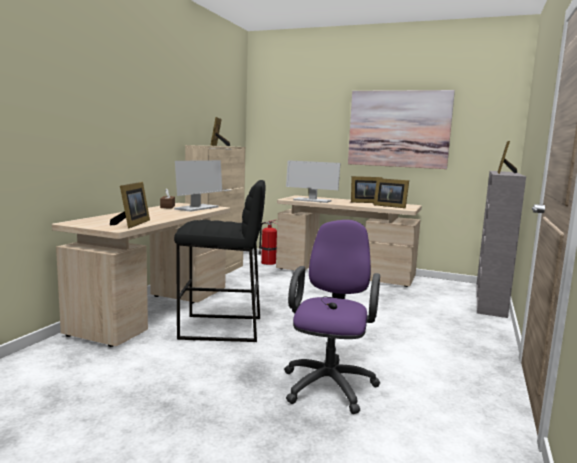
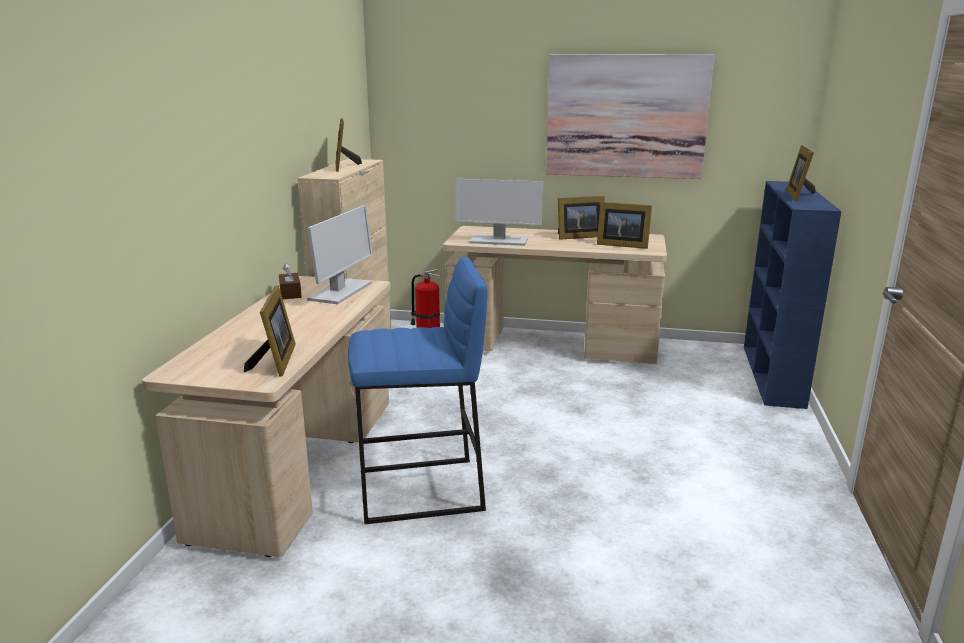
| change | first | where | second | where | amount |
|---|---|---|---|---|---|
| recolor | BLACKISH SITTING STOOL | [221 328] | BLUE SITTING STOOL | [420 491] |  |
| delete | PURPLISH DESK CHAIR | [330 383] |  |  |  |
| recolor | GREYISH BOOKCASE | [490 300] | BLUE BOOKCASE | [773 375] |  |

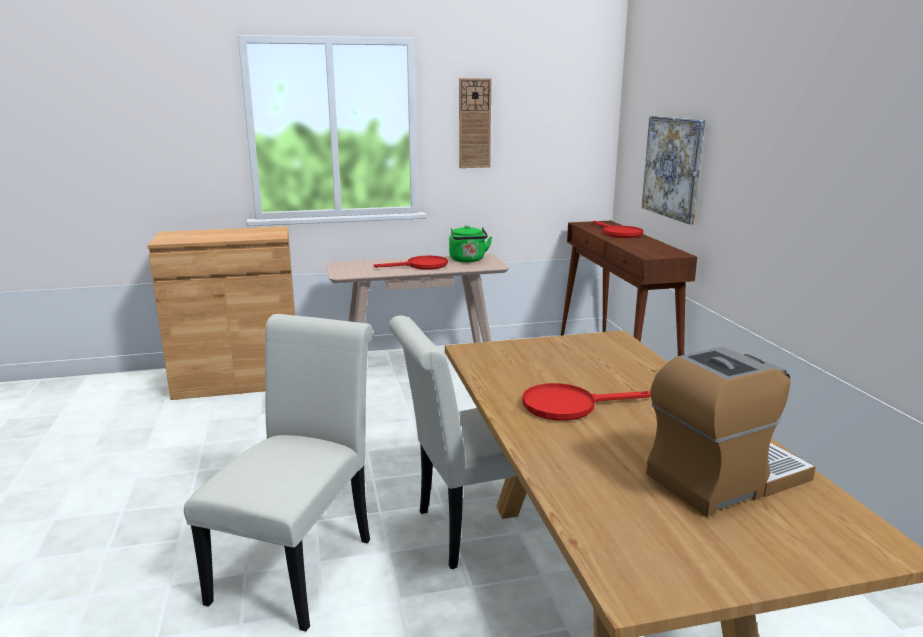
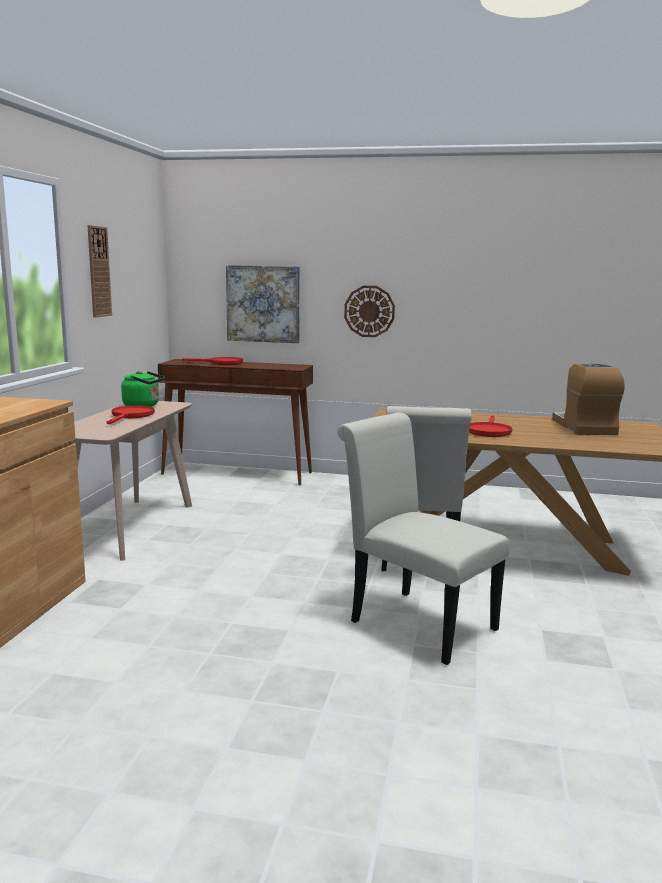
| change | first | where | second | where | amount |
|---|---|---|---|---|---|
| insert |  |  | WALL CLOCK | [369 311] |  |

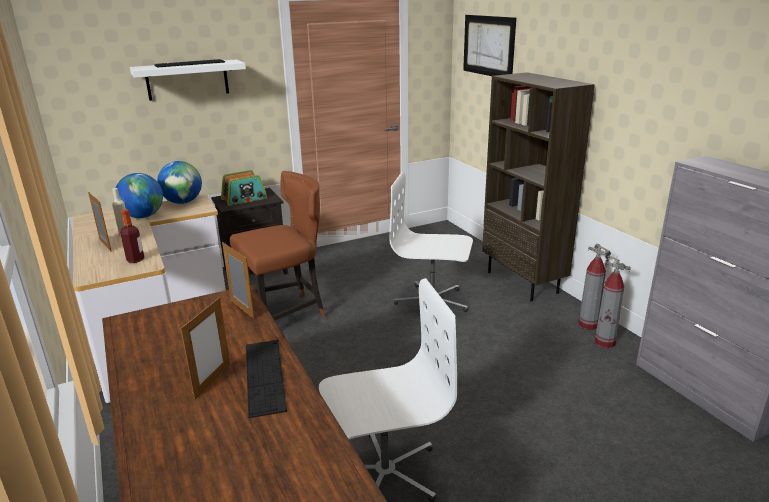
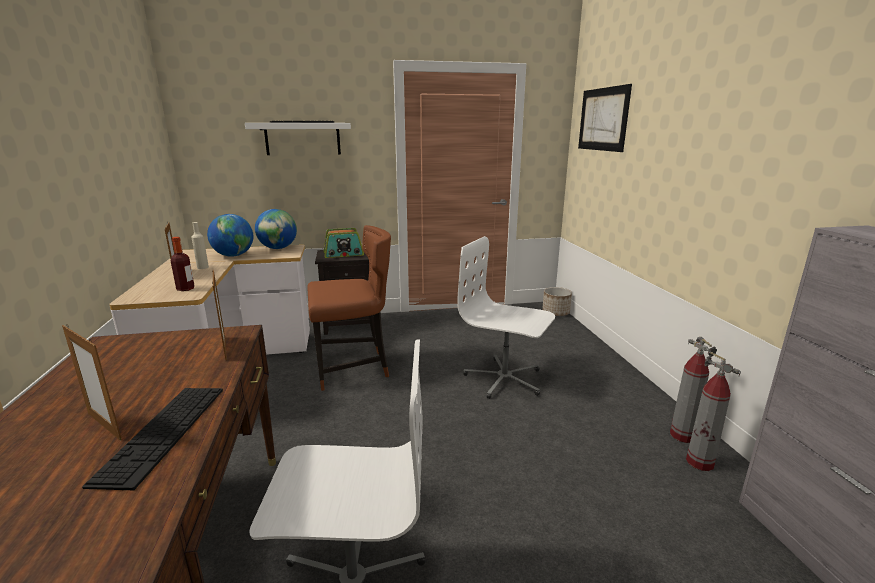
| change | first | where | second | where | amount |
|---|---|---|---|---|---|
| rotate | PICTURE FRAME | [212 381] |  | [104 426] | 90 degrees clockwise |
| delete | BROWN-COLOURED BOOKCASE | [523 282] |  |  |  |
| insert |  |  | PLANTER | [556 312] |  |

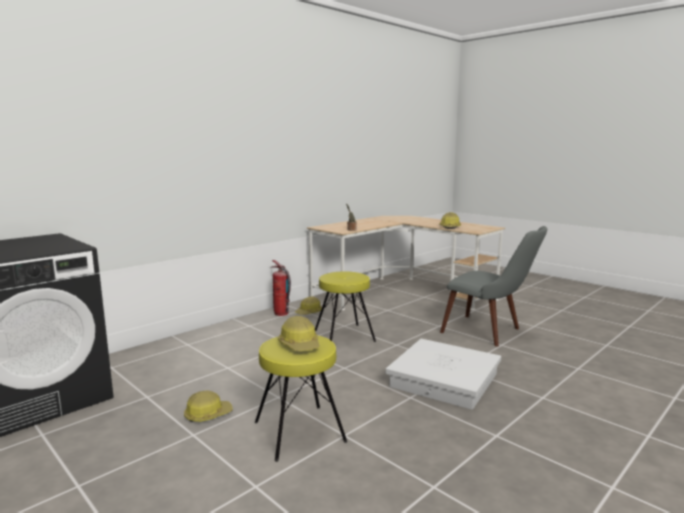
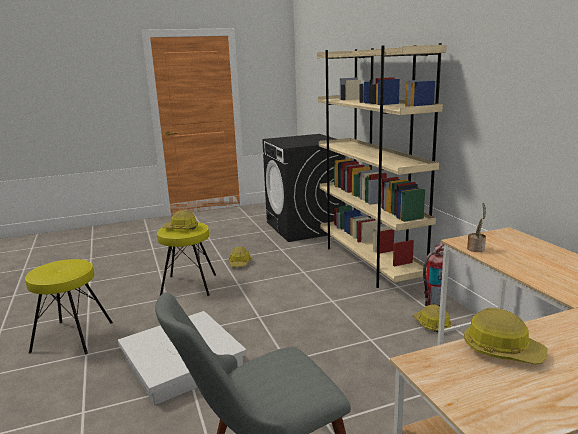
| change | first | where | second | where | amount |
|---|---|---|---|---|---|
| move | YELLOW-COLOURED SITTING STOOL | [344 336] |  | [72 336] |  |
| insert |  |  | BEIGE BOOKCASE | [369 263] |  |

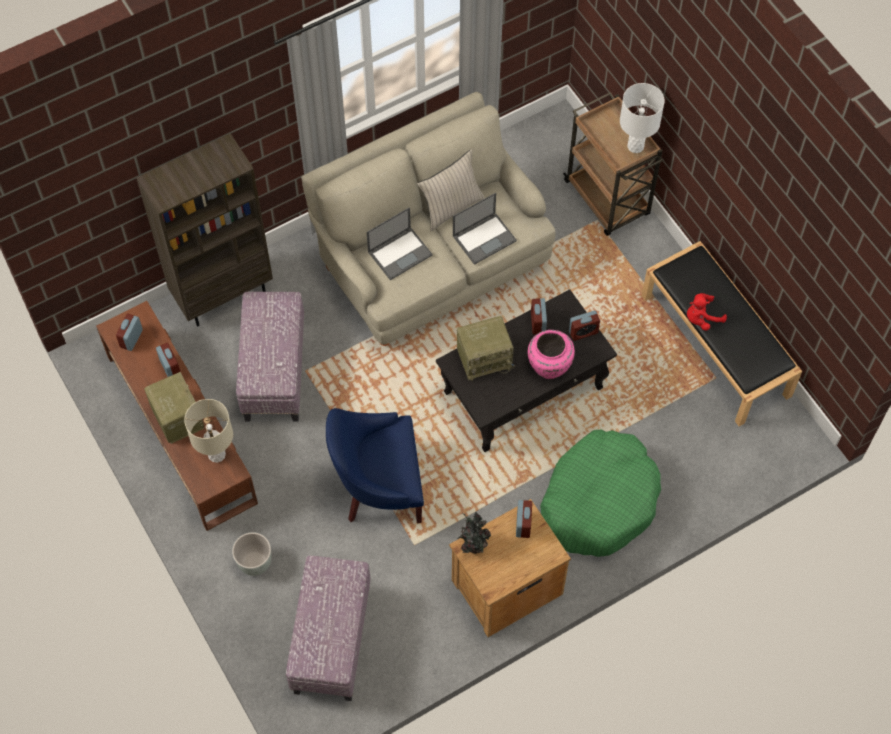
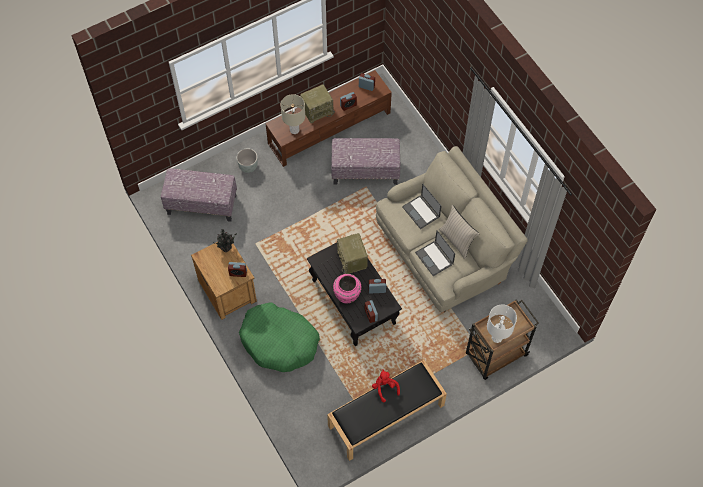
| change | first | where | second | where | amount |
|---|---|---|---|---|---|
| delete | BROWN-COLOURED BOOKCASE | [223 294] |  |  |  |
| delete | BLUE LOUNGE CHAIR | [379 486] |  |  |  |

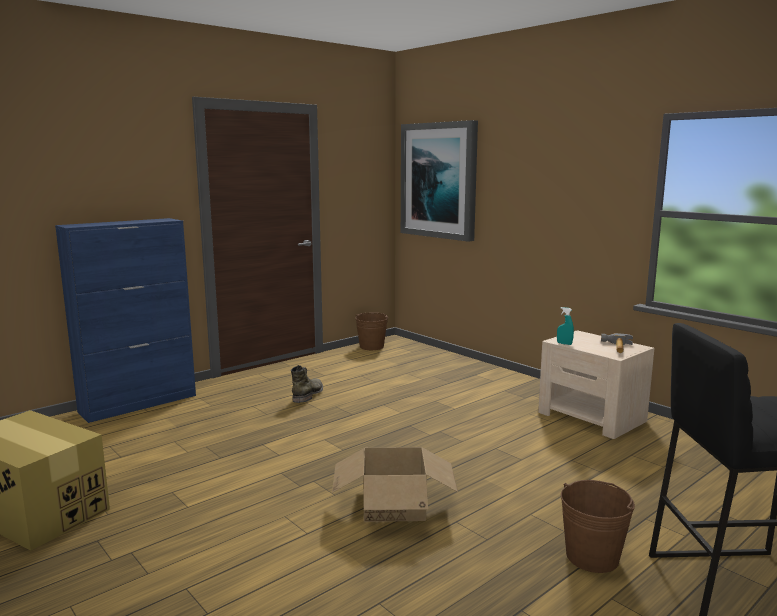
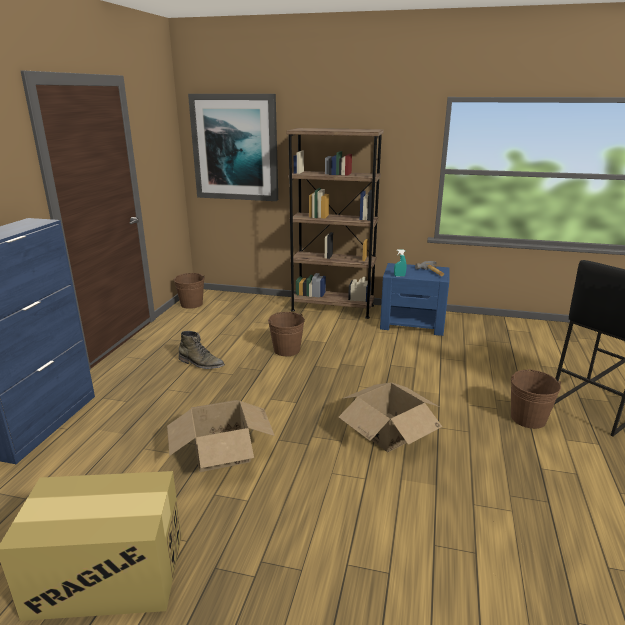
| change | first | where | second | where | amount |
|---|---|---|---|---|---|
| rotate | GREEN BOOT | [308 395] |  | [201 363] | 135 degrees clockwise |
| recolor | BEIGE NIGHT TABLE | [592 417] | BLUE NIGHT TABLE | [413 323] |  |
| insert |  |  | CARDBOARD BOX | [221 451] |  |
| insert |  |  | BROWN-COLOURED PAIL | [287 350] |  |
| insert |  |  | BROWN-COLOURED BOOKCASE | [332 308] |  |

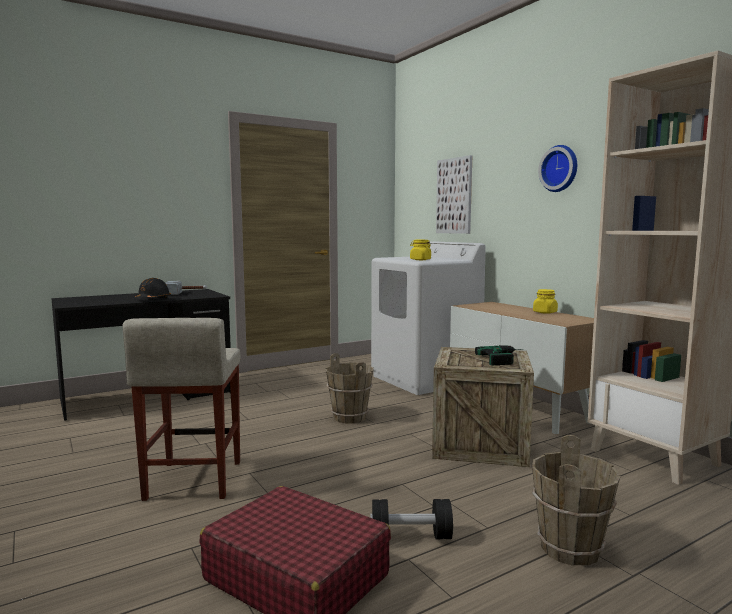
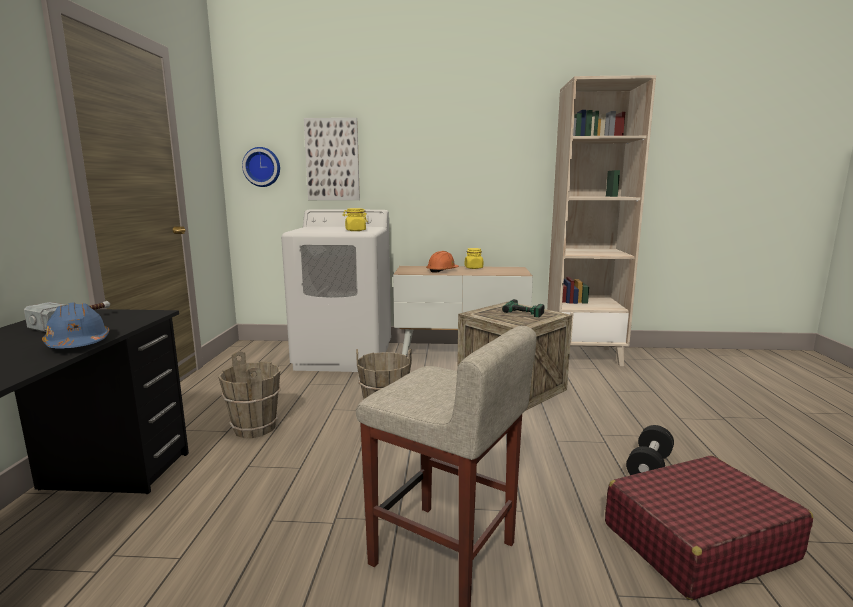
| change | first | where | second | where | amount |
|---|---|---|---|---|---|
| recolor | BLACKISH HARD HAT | [153 299] | BLUE HARD HAT | [78 344] |  |
| move | BROWN-COLOURED PAIL | [571 549] |  | [255 428] |  |
| move | WALL CLOCK | [560 168] |  | [262 167] |  |
| insert |  |  | ORANGE HARD HAT | [442 270] |  |

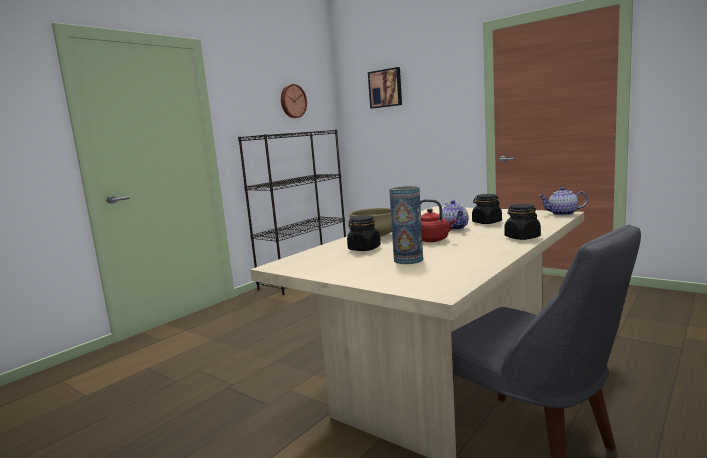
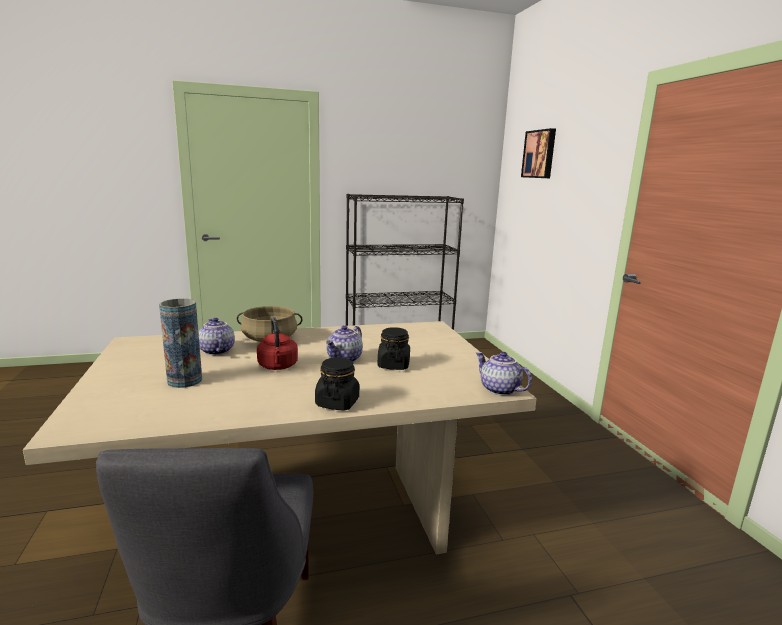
| change | first | where | second | where | amount |
|---|---|---|---|---|---|
| delete | WALL CLOCK | [292 101] |  |  |  |
| replace | BLACKISH STORAGE JAR | [364 249] | TEA POT | [216 351] |  |

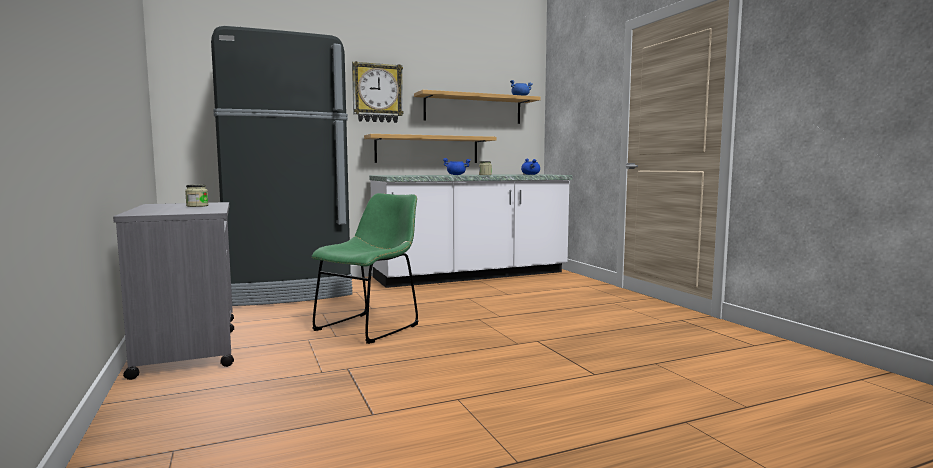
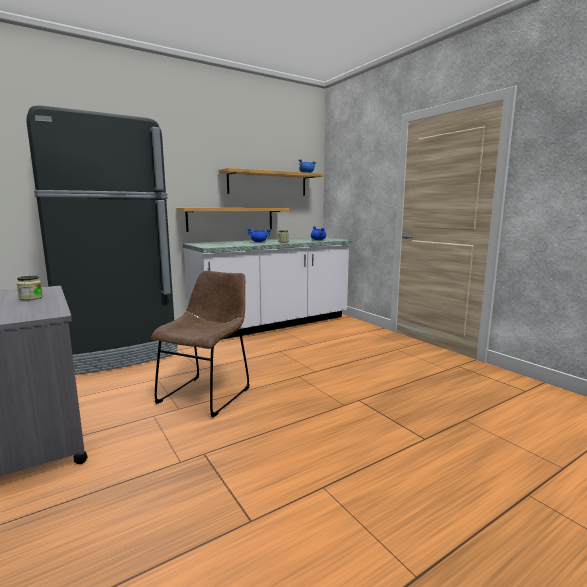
| change | first | where | second | where | amount |
|---|---|---|---|---|---|
| recolor | GREEN PLAIN CHAIR | [370 326] | BROWN-COLOURED PLAIN CHAIR | [207 393] |  |
| delete | WALL CLOCK | [377 93] |  |  |  |

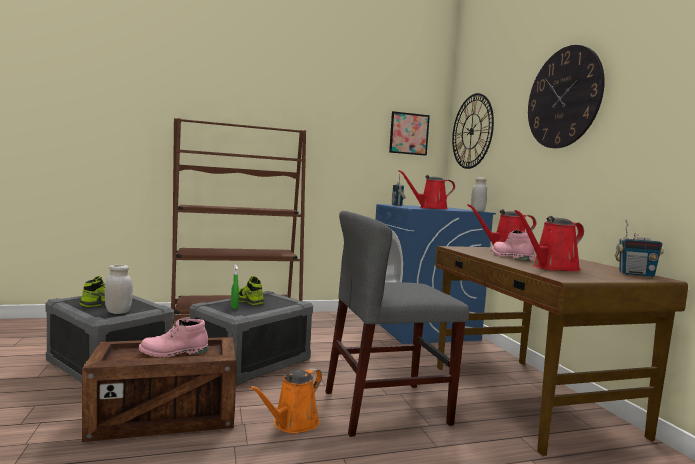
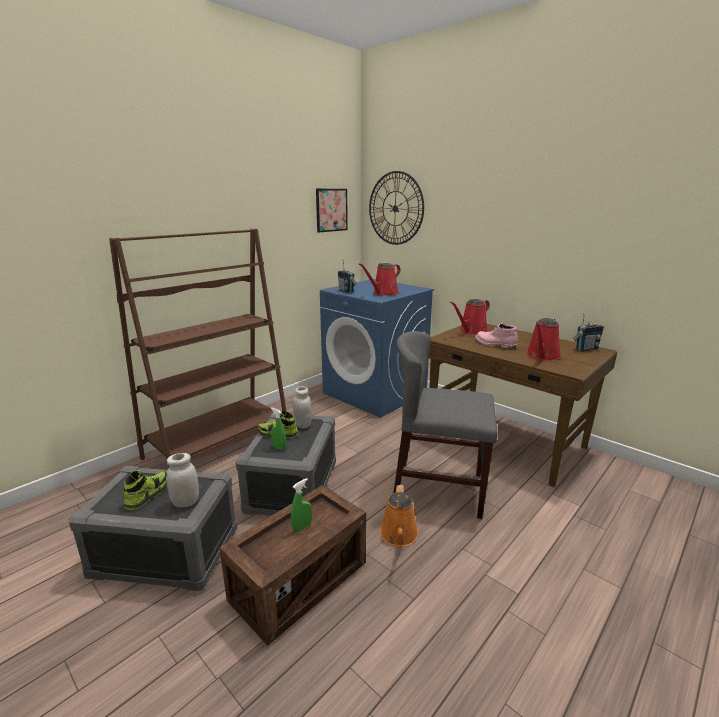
| change | first | where | second | where | amount |
|---|---|---|---|---|---|
| replace | PINK BOOT | [173 353] | GREEN HAND SPRAYER | [302 527] |  |
| rotate | GREYISH PLAIN CHAIR | [386 407] |  | [438 489] | 60 degrees clockwise |
| move | WHITE-COLOURED STORAGE JAR | [478 211] |  | [303 425] |  |
| delete | WALL CLOCK | [563 98] |  |  |  |

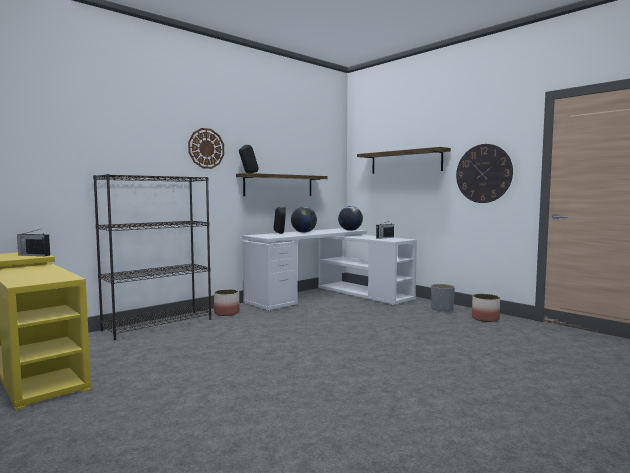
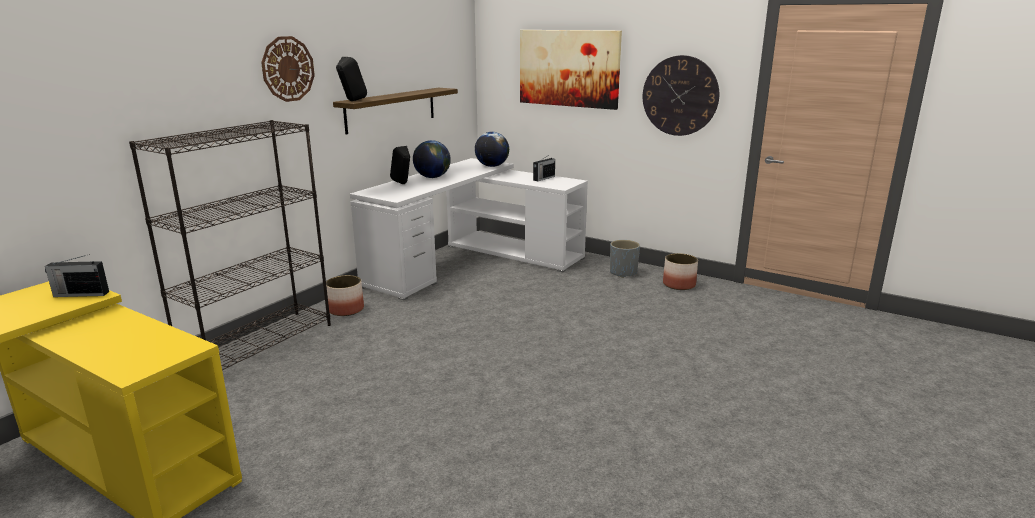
| change | first | where | second | where | amount |
|---|---|---|---|---|---|
| replace | BRACKET SHELF | [405 162] | PICTURE | [568 68] |  |

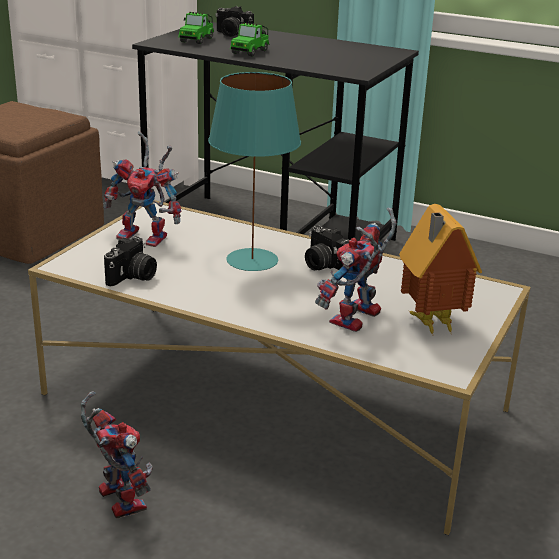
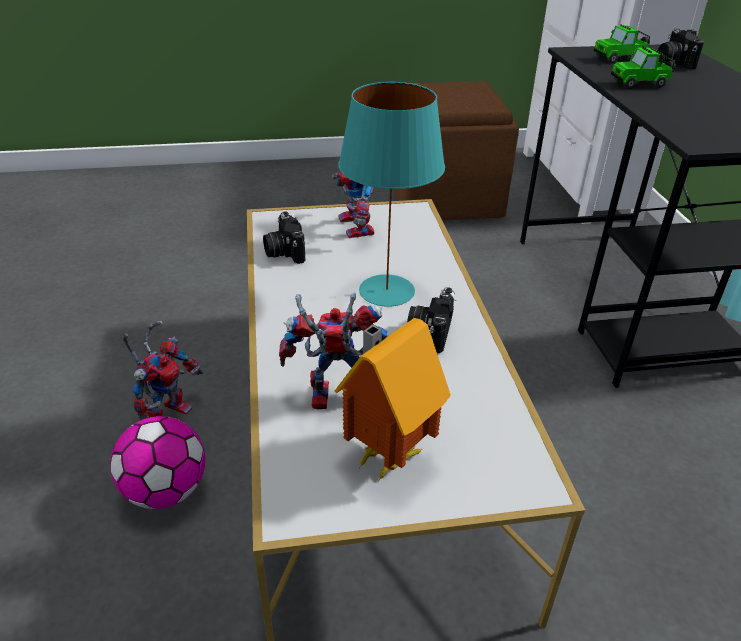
| change | first | where | second | where | amount |
|---|---|---|---|---|---|
| rotate | PHOTO CAMERA | [133 277] |  | [284 252] | 75 degrees clockwise |
| insert |  |  | FOOTBALL BALL | [166 491] |  |

